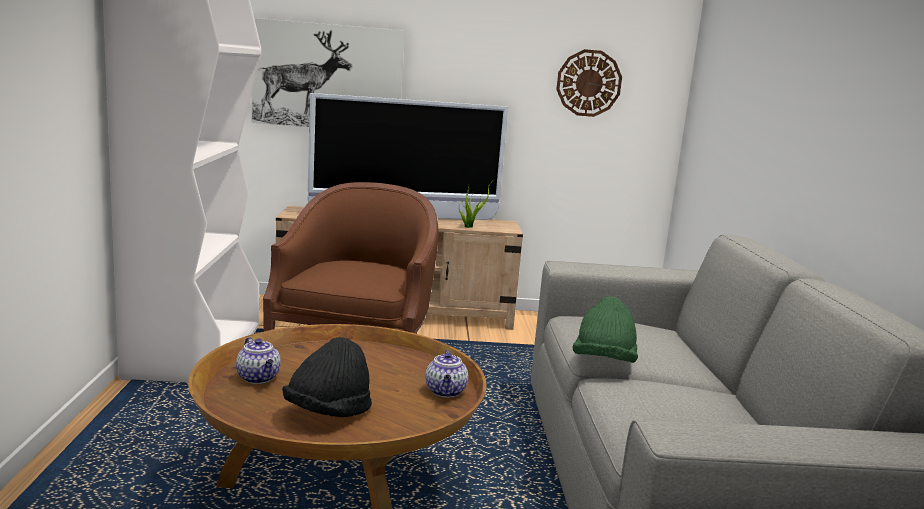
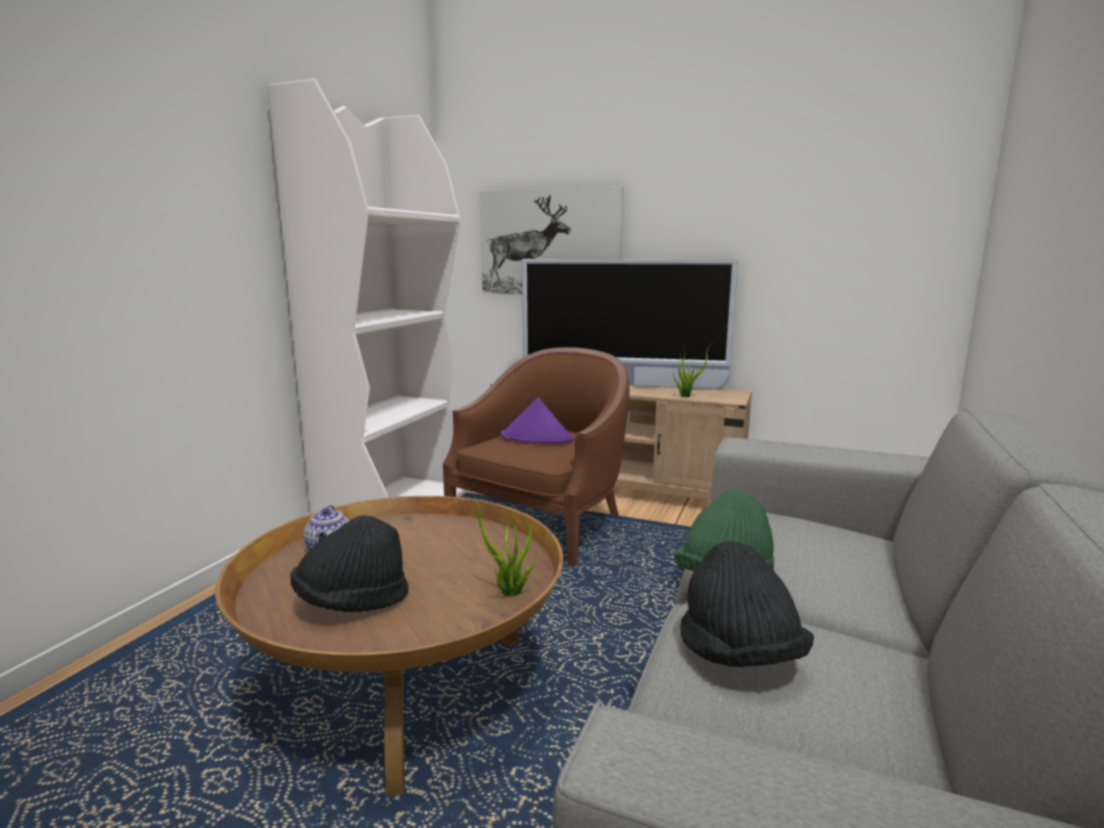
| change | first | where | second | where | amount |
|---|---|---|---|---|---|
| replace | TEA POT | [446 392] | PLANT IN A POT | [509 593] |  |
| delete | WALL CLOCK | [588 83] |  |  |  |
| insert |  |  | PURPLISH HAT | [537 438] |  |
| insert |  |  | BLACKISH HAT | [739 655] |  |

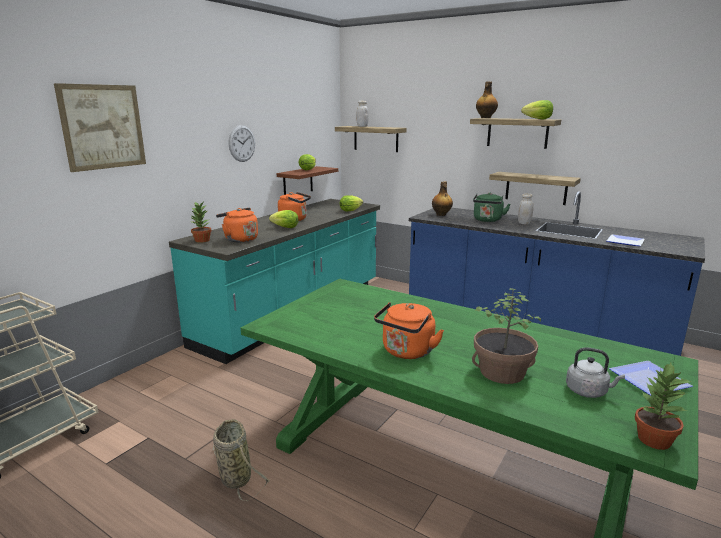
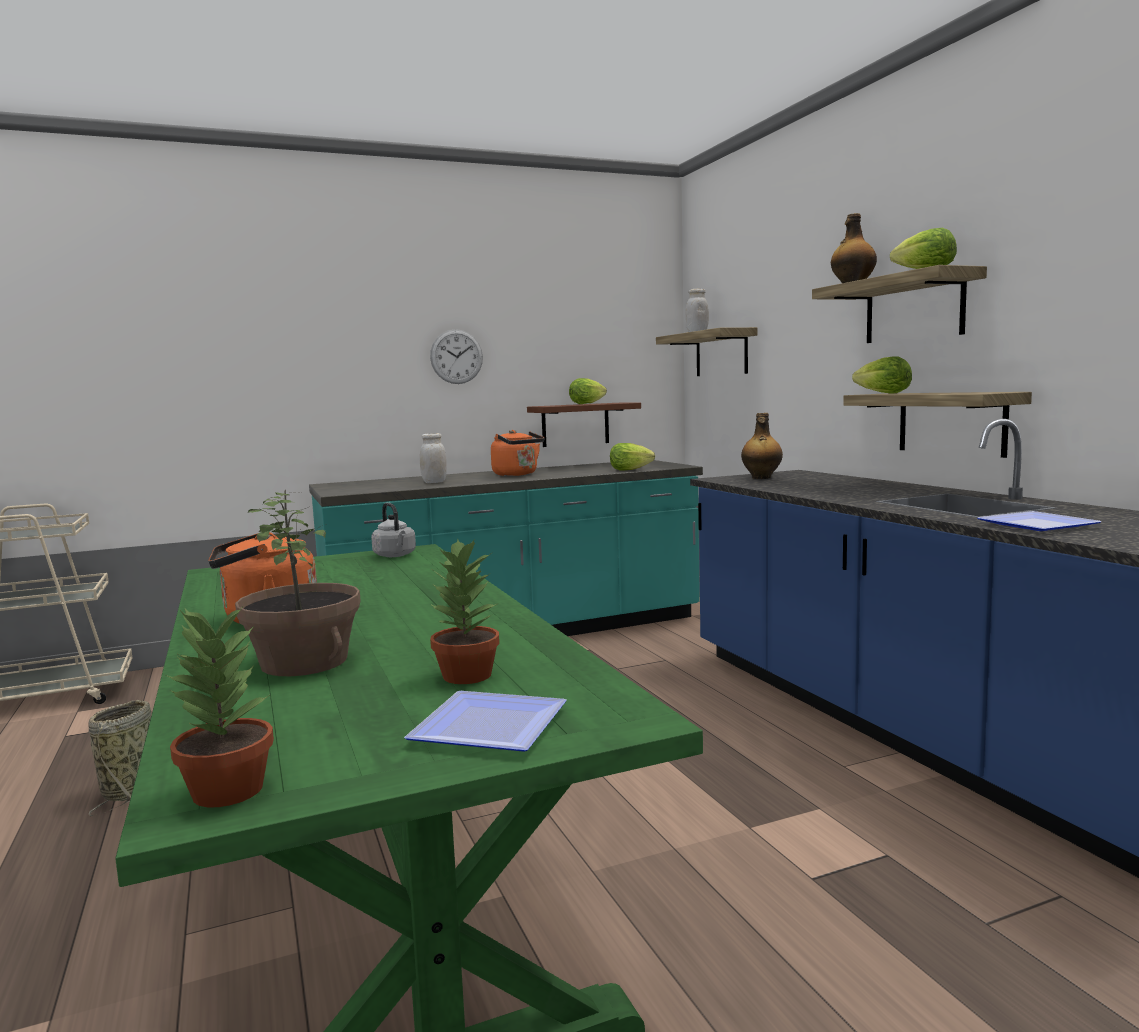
| change | first | where | second | where | amount |
|---|---|---|---|---|---|
| delete | PICTURE | [103 127] |  |  |  |
| move | PLANT IN A POT | [202 240] |  | [466 676] |  |
| delete | ORANGE WATER KETTLE | [239 239] |  |  |  |
| move | HEAD OF LETTUCE | [285 227] |  | [883 393] |  |
| delete | GREEN WATER KETTLE | [487 220] |  |  |  |
| move | WHITE-COLOURED STORAGE JAR | [524 223] |  | [434 482] |  |
| move | GREYISH WATER KETTLE | [588 391] |  | [395 555] |  |

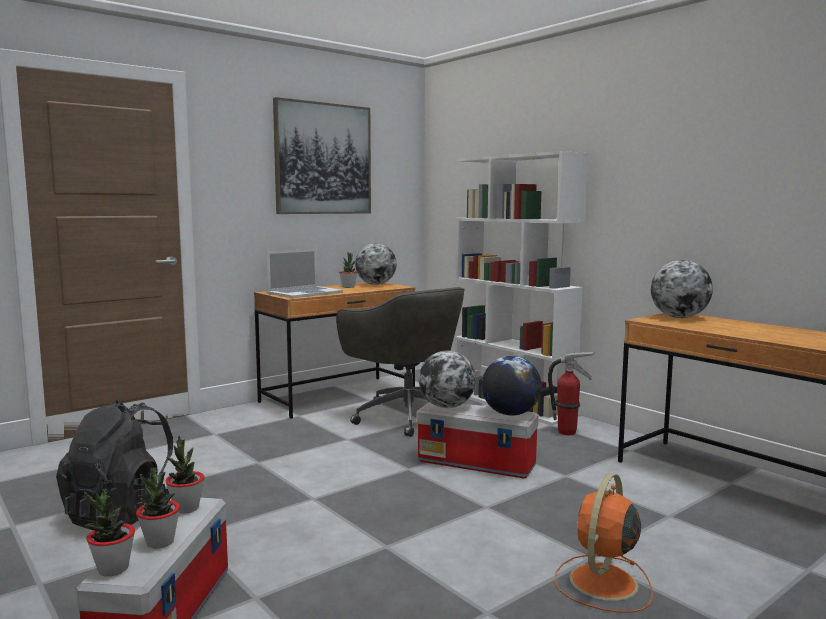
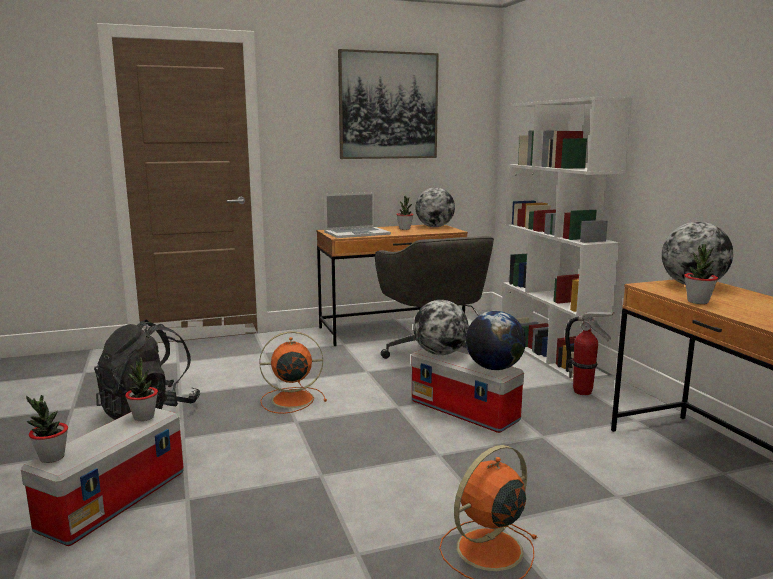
| change | first | where | second | where | amount |
|---|---|---|---|---|---|
| move | PLANT IN A POT | [160 542] |  | [697 302] |  |
| insert |  |  | ORANGE FAN | [290 399] |  |

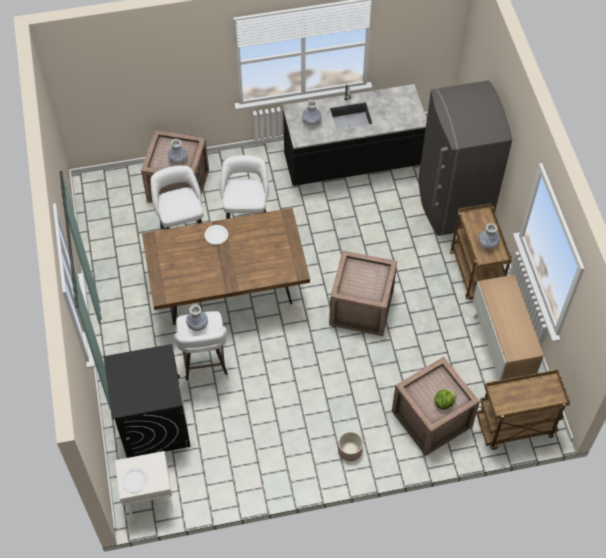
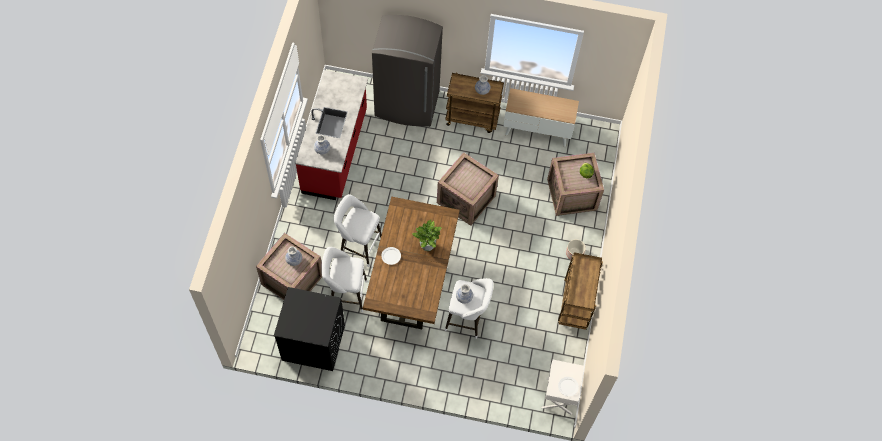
| change | first | where | second | where | amount |
|---|---|---|---|---|---|
| move | BLACKISH LAUNDRY MACHINE | [154 422] |  | [313 343] |  |
| recolor | BLACKISH KITCHEN BASE UNIT | [352 162] | REDDISH KITCHEN BASE UNIT | [336 152] |  |
| move | BROWN-COLOURED CART | [514 428] |  | [576 305] |  |
| insert |  |  | PLANT IN A POT | [427 246] |  |

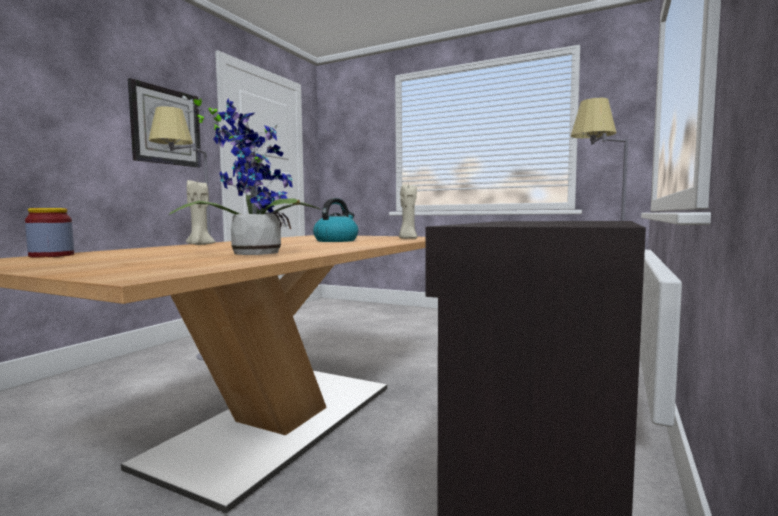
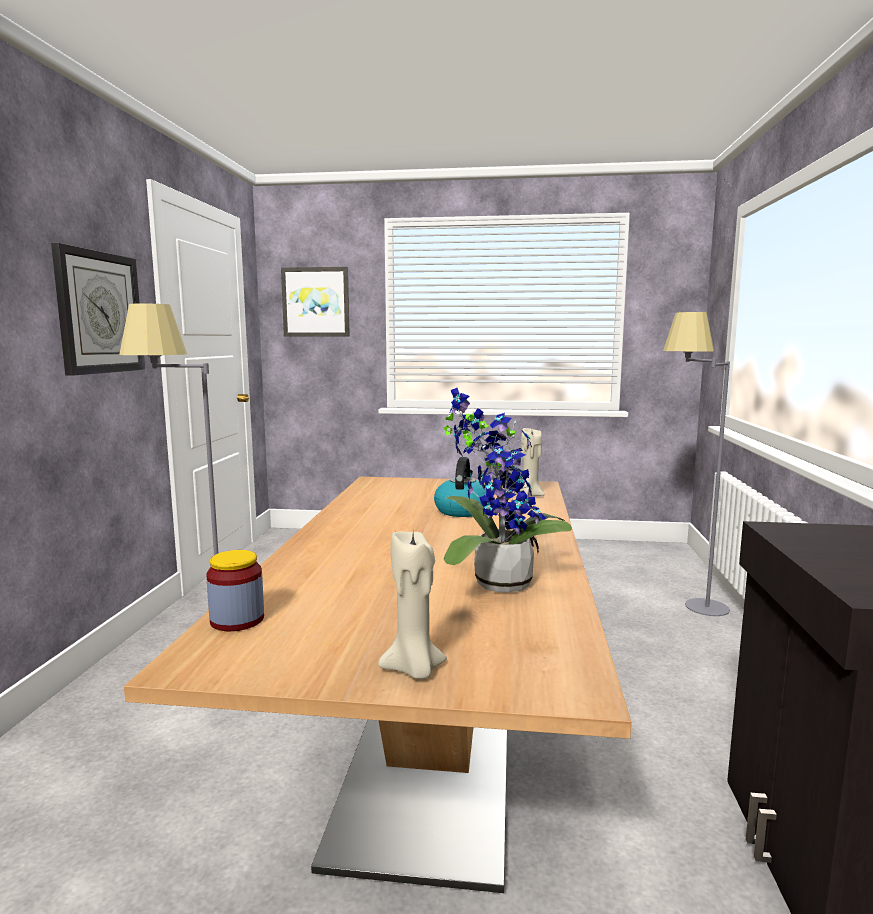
| change | first | where | second | where | amount |
|---|---|---|---|---|---|
| move | BEIGE WAX CANDLE | [199 245] |  | [414 670] |  |
| insert |  |  | PICTURE | [316 302] |  |

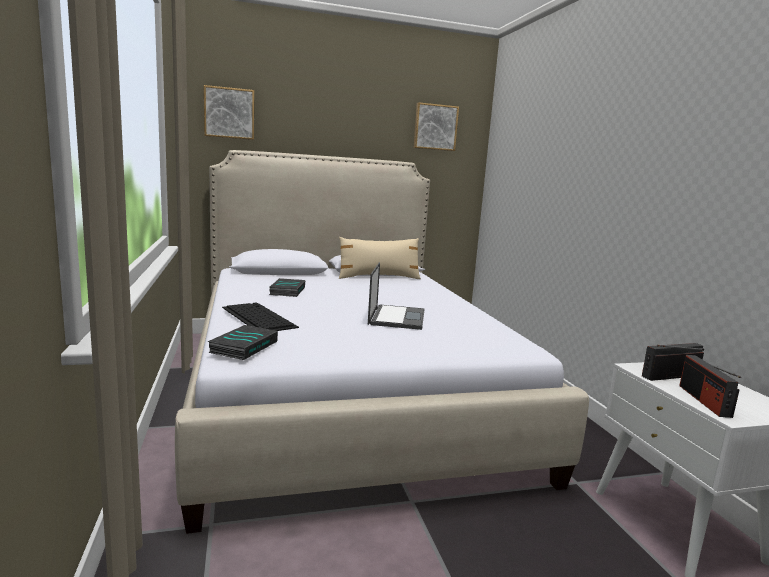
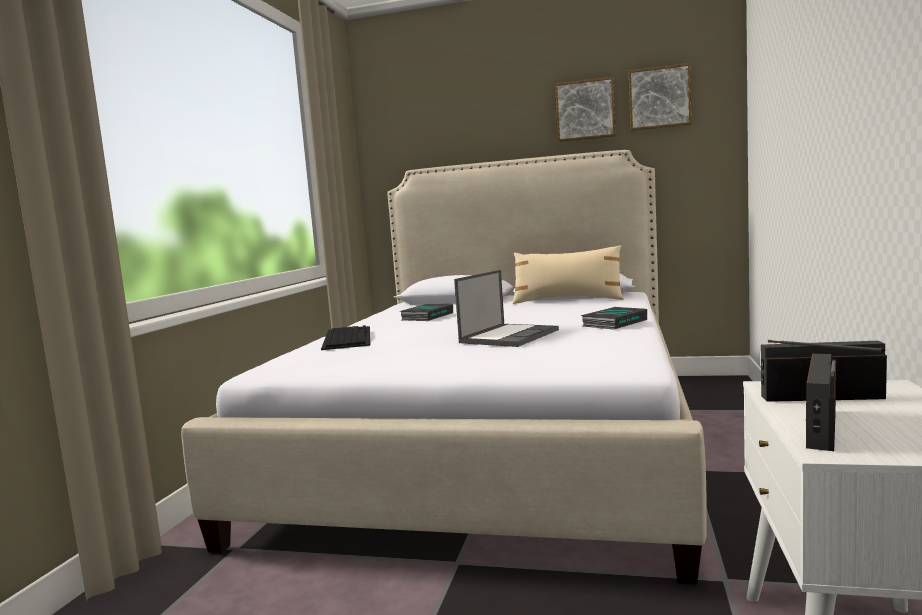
| change | first | where | second | where | amount |
|---|---|---|---|---|---|
| move | PICTURE | [229 113] |  | [585 110] |  |
| move | BOOK | [243 346] |  | [614 323] |  |

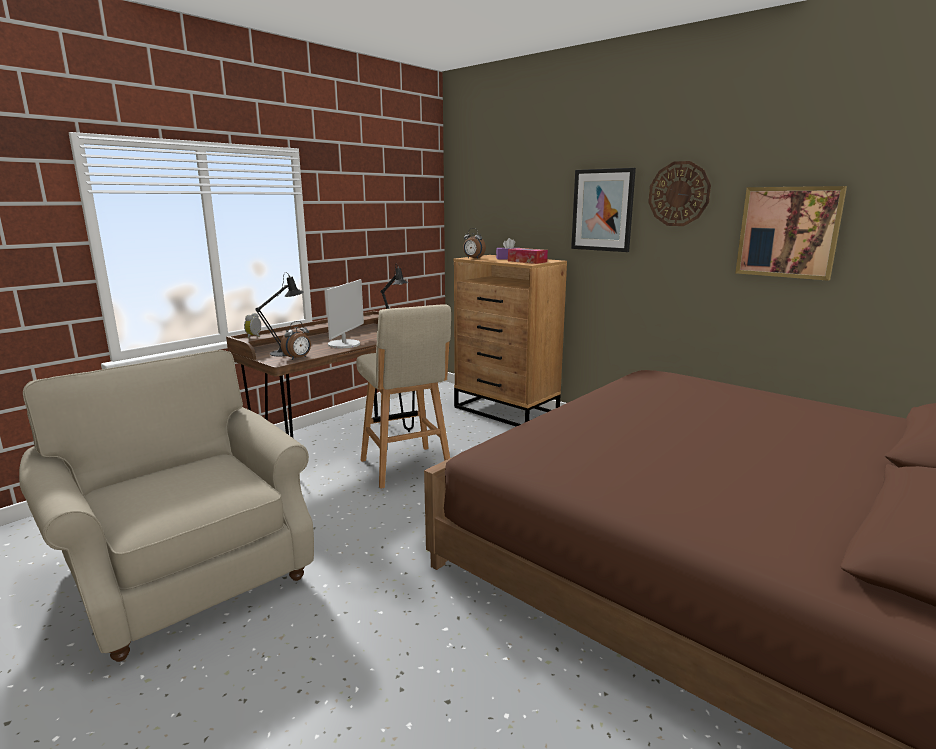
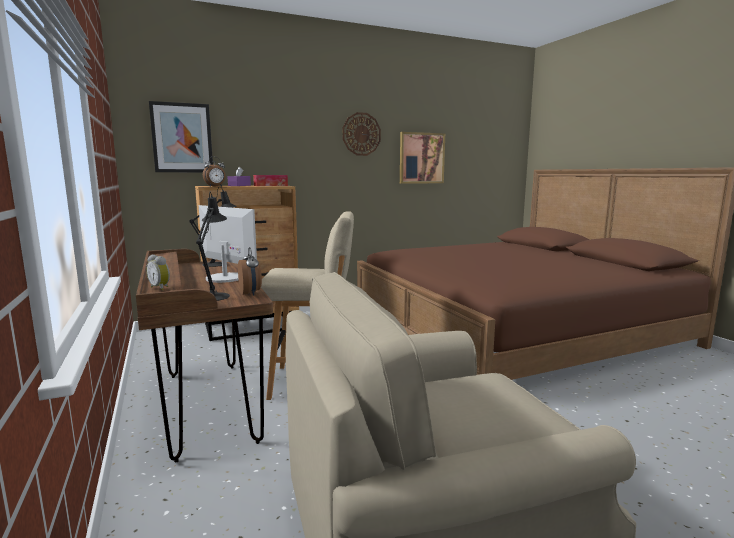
| change | first | where | second | where | amount |
|---|---|---|---|---|---|
| move | PICTURE | [602 210] |  | [182 138] |  |

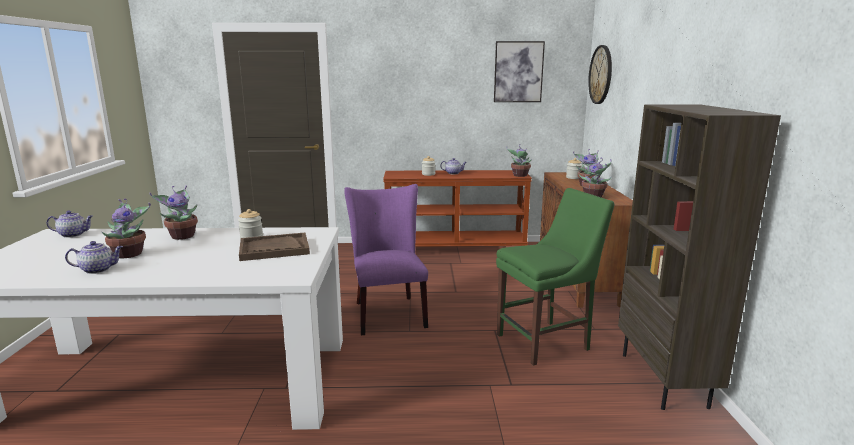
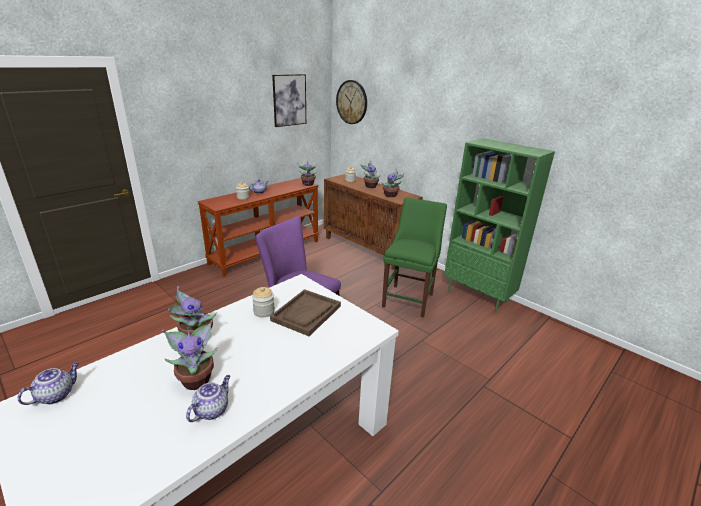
| change | first | where | second | where | amount |
|---|---|---|---|---|---|
| recolor | BROWN-COLOURED BOOKCASE | [664 380] | GREEN BOOKCASE | [478 296] |  |

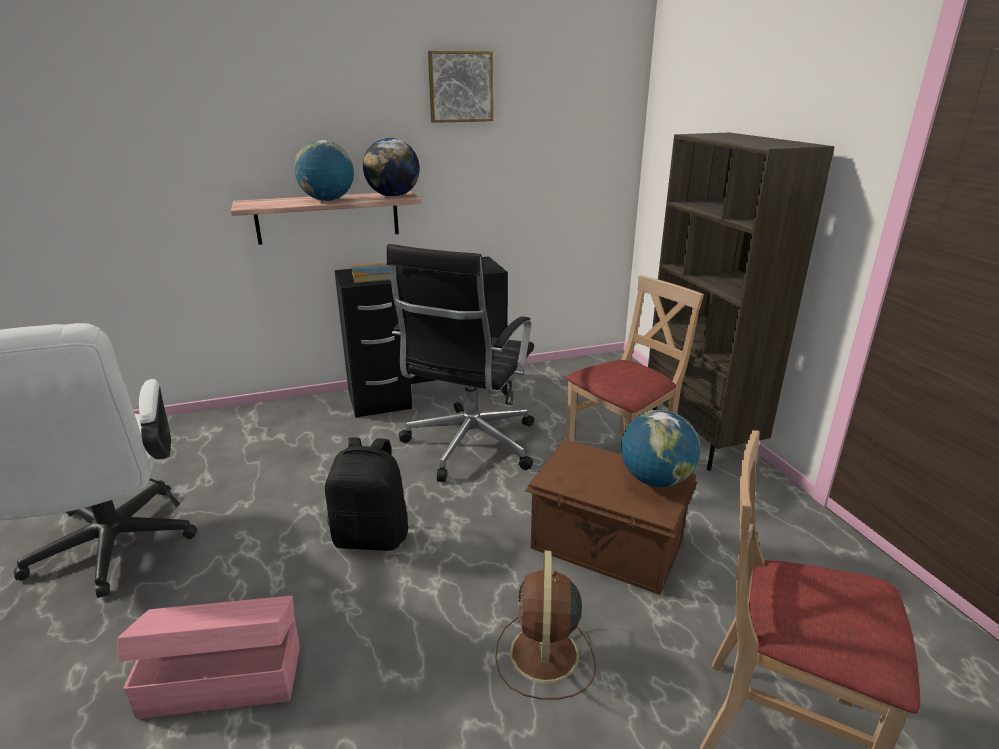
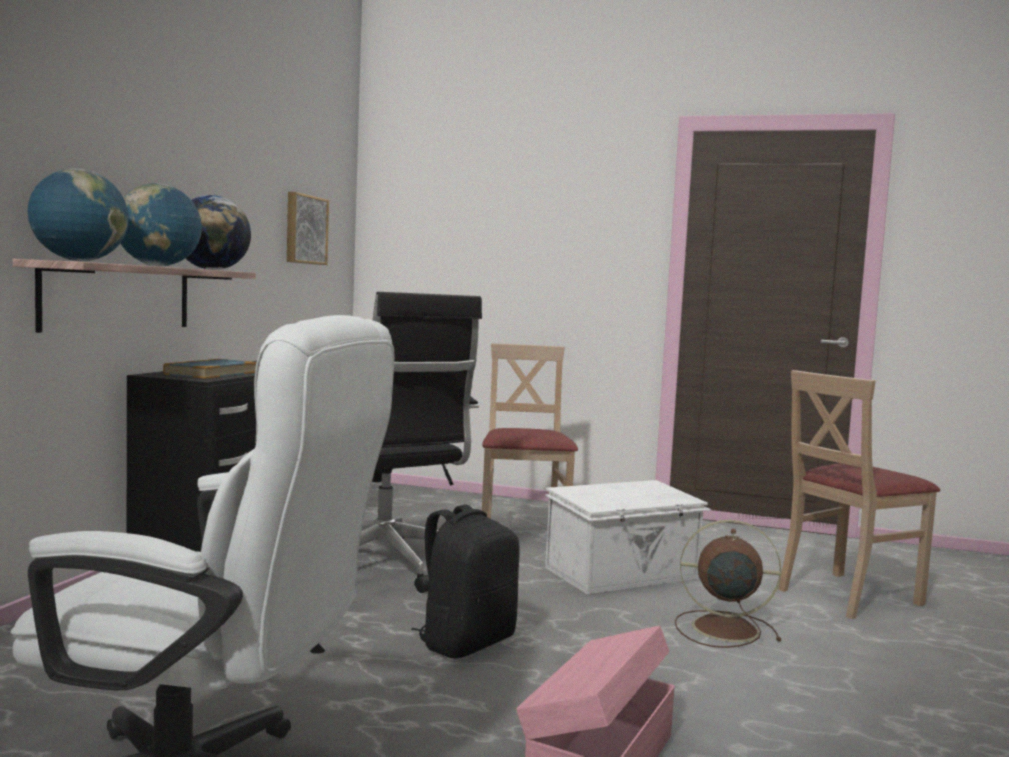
| change | first | where | second | where | amount |
|---|---|---|---|---|---|
| move | PICTURE | [460 87] |  | [304 229] |  |
| rotate | BROWN-COLOURED FAN | [544 656] |  | [722 629] | 150 degrees clockwise |
| recolor | BROWN-COLOURED STORAGE CONTAINER | [606 547] | WHITE-COLOURED STORAGE CONTAINER | [623 573] |  |
| move | WORLD GLOBE | [655 480] |  | [79 261] |  |
| delete | BROWN-COLOURED BOOKCASE | [700 439] |  |  |  |

